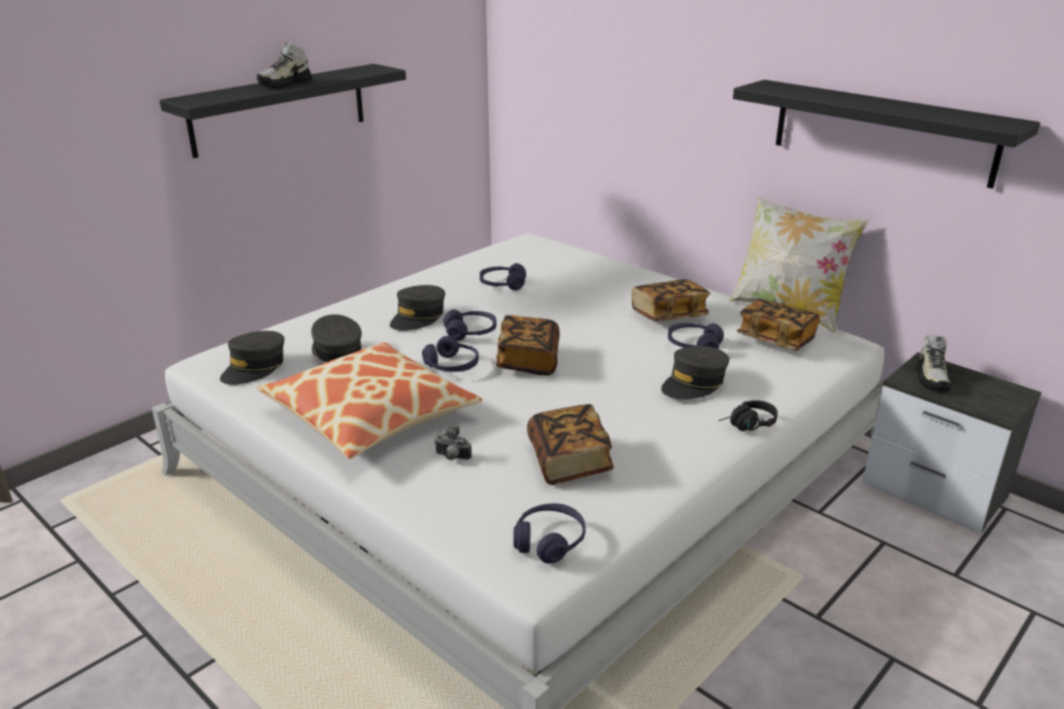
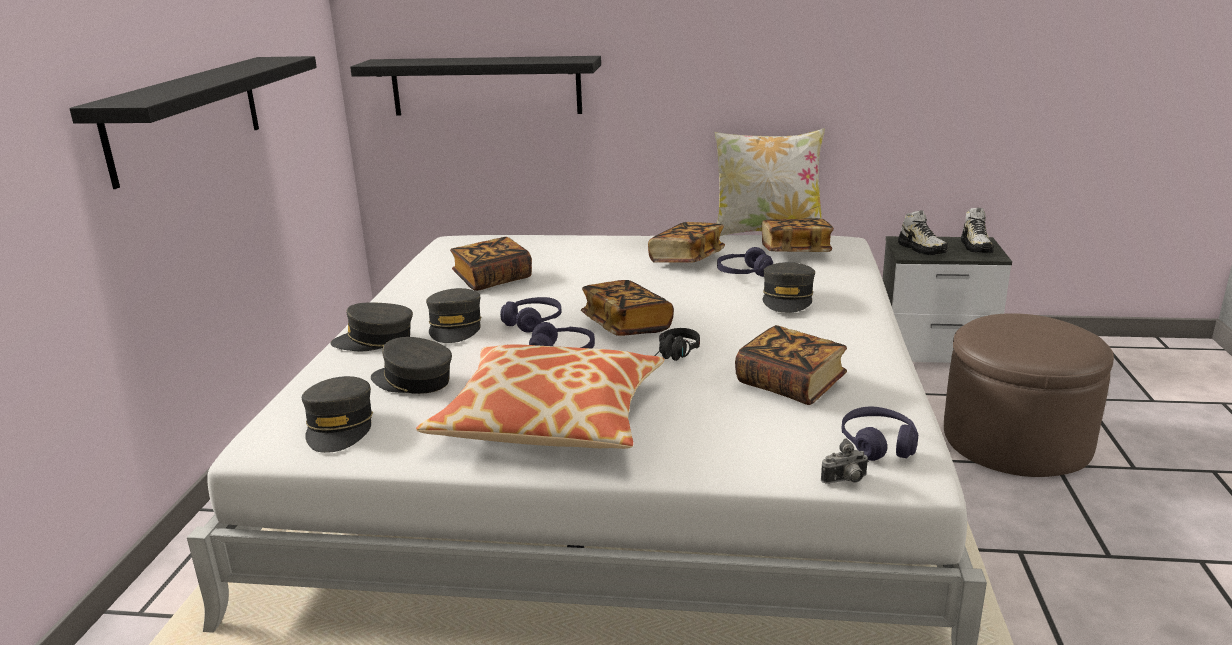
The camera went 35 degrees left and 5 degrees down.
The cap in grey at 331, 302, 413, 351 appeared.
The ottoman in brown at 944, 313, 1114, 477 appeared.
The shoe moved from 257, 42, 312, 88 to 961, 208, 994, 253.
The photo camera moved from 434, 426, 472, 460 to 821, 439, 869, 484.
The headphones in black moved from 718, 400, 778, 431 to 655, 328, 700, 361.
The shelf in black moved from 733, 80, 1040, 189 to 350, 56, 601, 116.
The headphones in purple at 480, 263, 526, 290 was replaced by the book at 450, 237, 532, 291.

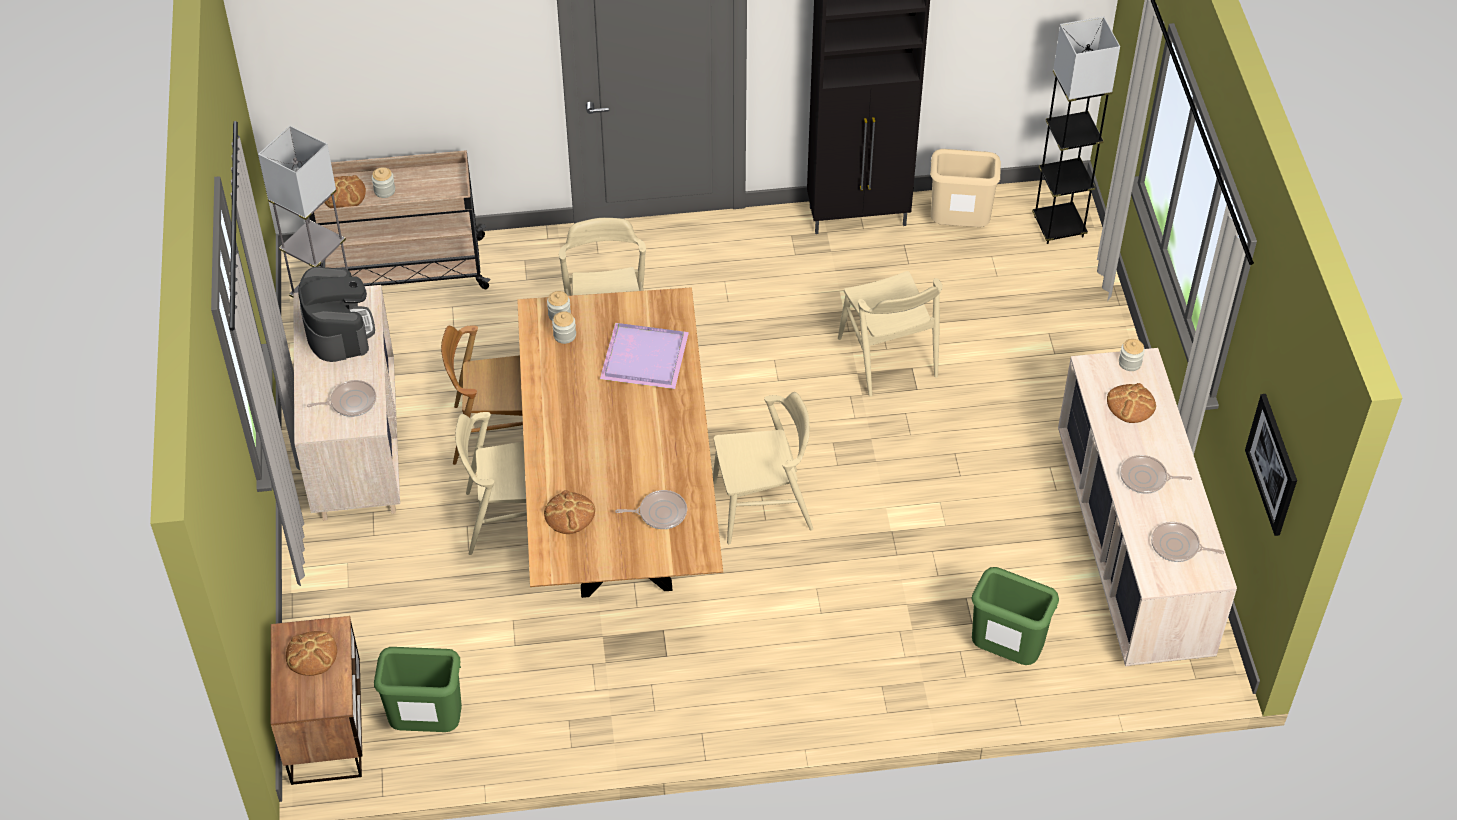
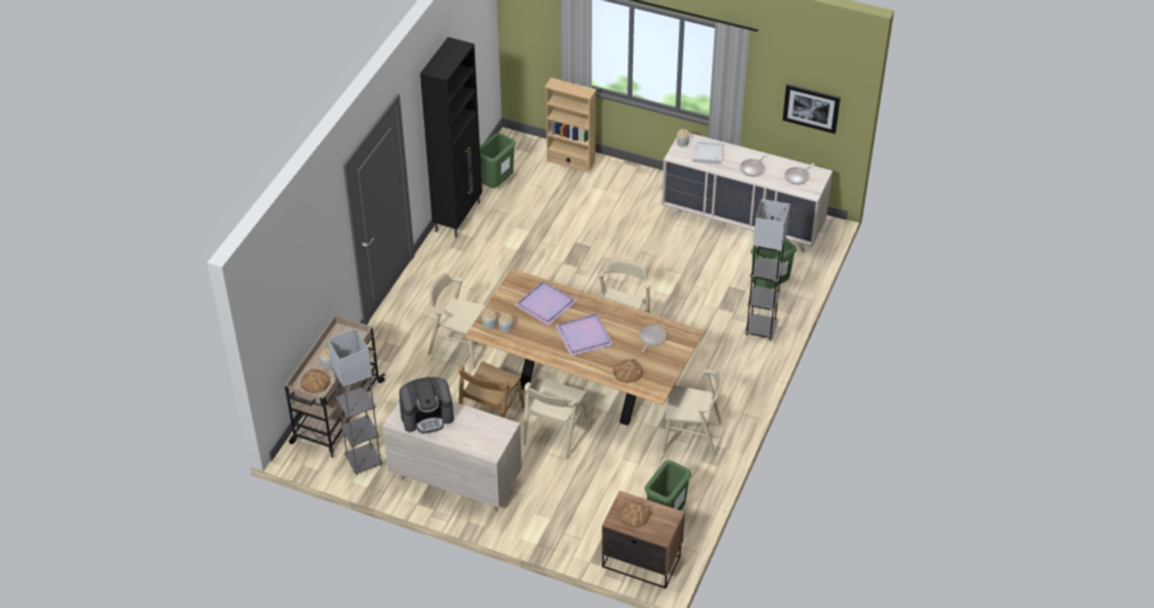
The camera went 60 degrees left and 5 degrees down.
The frying pan at 307, 380, 376, 417 disappeared.
The bookcase in beige at 544, 77, 597, 173 appeared.
The tray in purple at 555, 314, 614, 356 appeared.
The chair in beige moved from 838, 271, 942, 397 to 663, 369, 723, 458.
The floor lamp in grey moved from 1032, 16, 1120, 244 to 745, 199, 790, 340.
The bread at 1107, 383, 1156, 423 was replaced by the tray in white at 693, 141, 723, 164.
The trash can in beige at 930, 149, 1001, 227 became the trash can in green at 480, 133, 516, 188.
The coffee machine at 298, 267, 375, 362 turned 150 degrees clockwise.

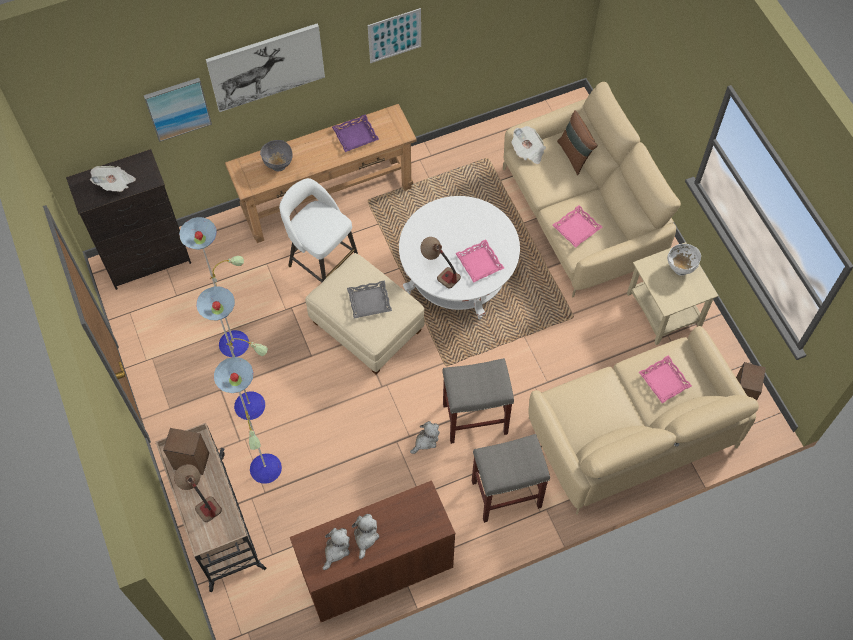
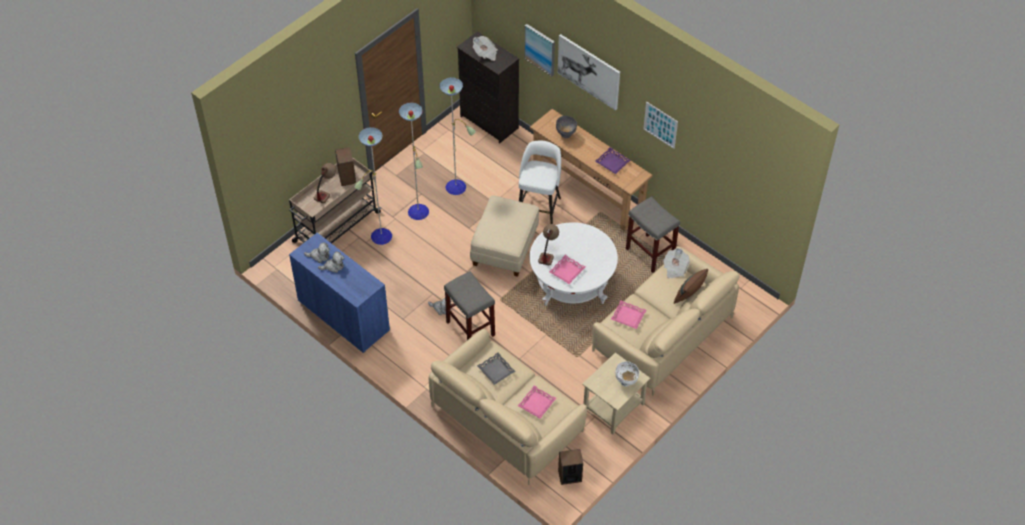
The camera went 65 degrees right and 10 degrees down.
The tray in grey moved from 347, 280, 392, 319 to 477, 353, 515, 385.
The stool in grey moved from 472, 434, 550, 523 to 626, 196, 680, 273.
The cabinet in brown at 290, 480, 455, 622 became the cabinet in blue at 289, 233, 390, 353.

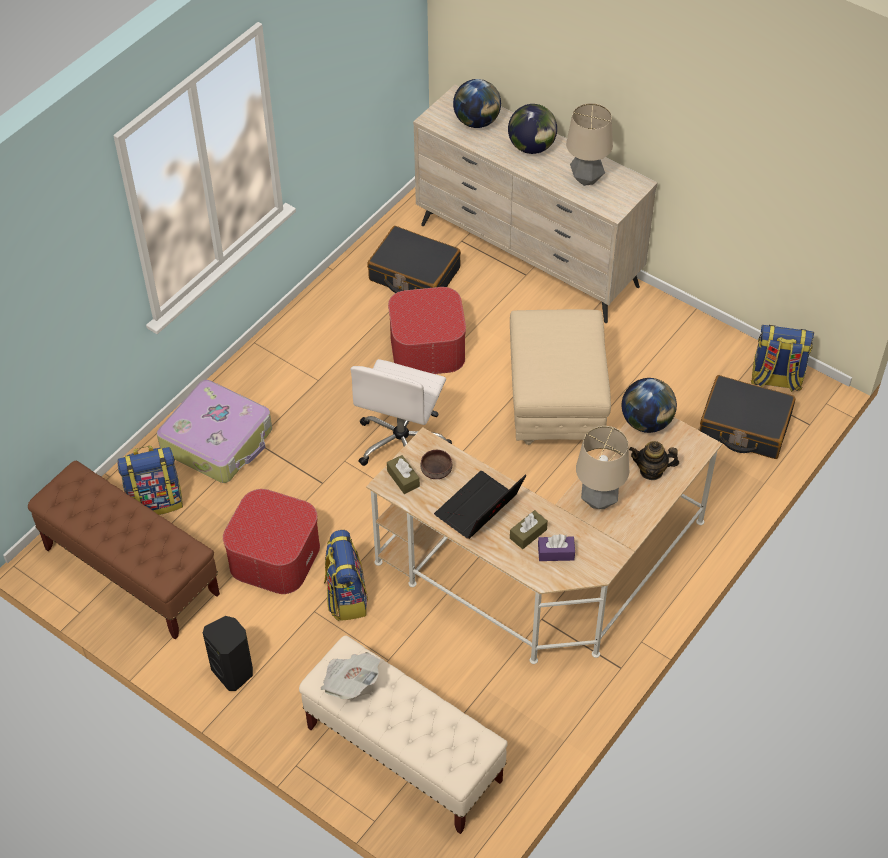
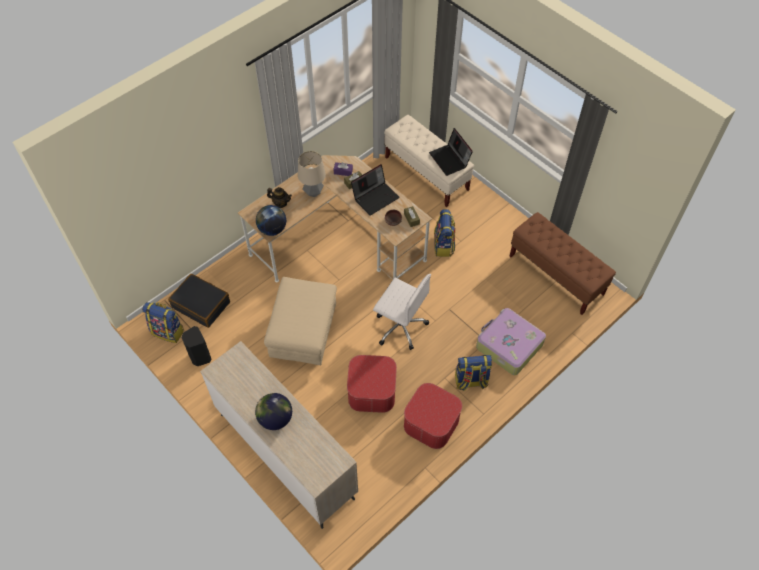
The camera went 170 degrees left and 5 degrees up.
The suitcase in black at 367, 226, 461, 293 disappeared.
The globe at 453, 79, 501, 128 disappeared.
The table lamp at 566, 103, 613, 186 disappeared.
The backpack moved from 117, 446, 183, 515 to 455, 355, 492, 391.
The speaker in black moved from 203, 616, 253, 691 to 182, 326, 212, 366.
The ottoman moved from 223, 489, 320, 594 to 404, 383, 462, 449.
The newspaper at 320, 652, 380, 699 was replaced by the laptop at 429, 128, 473, 176.
The office chair in white at 350, 359, 452, 466 turned 90 degrees clockwise.

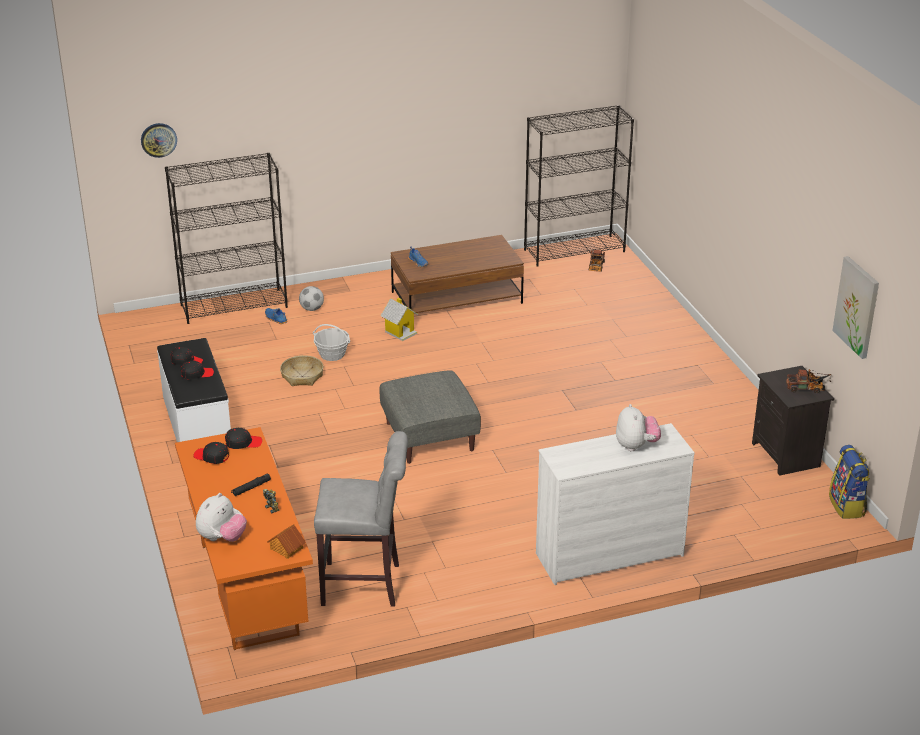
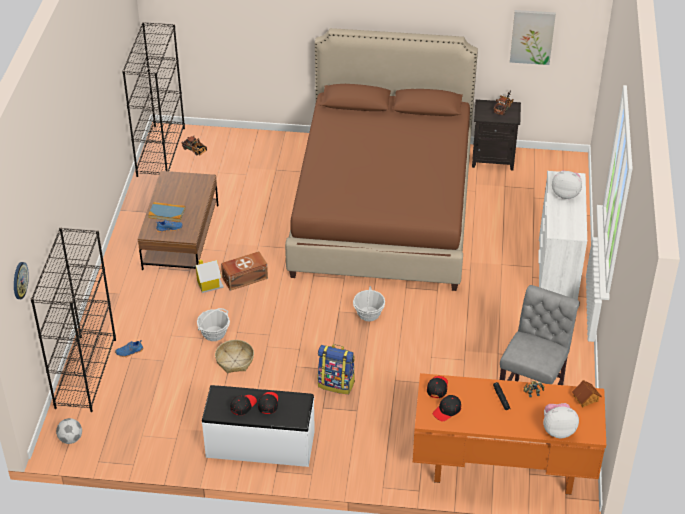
The camera went 65 degrees left and 10 degrees up.
The book at 148, 202, 185, 222 appeared.
The storage box in brown at 221, 251, 268, 291 appeared.
The bed in brown at 285, 28, 478, 291 appeared.
The football moved from 299, 286, 324, 311 to 56, 418, 82, 444.
The backpack moved from 829, 445, 870, 519 to 318, 344, 355, 394.
The ottoman in grey at 380, 371, 481, 464 was replaced by the basket at 353, 286, 385, 321.
The plush toy at 196, 493, 247, 542 turned 60 degrees counterclockwise.

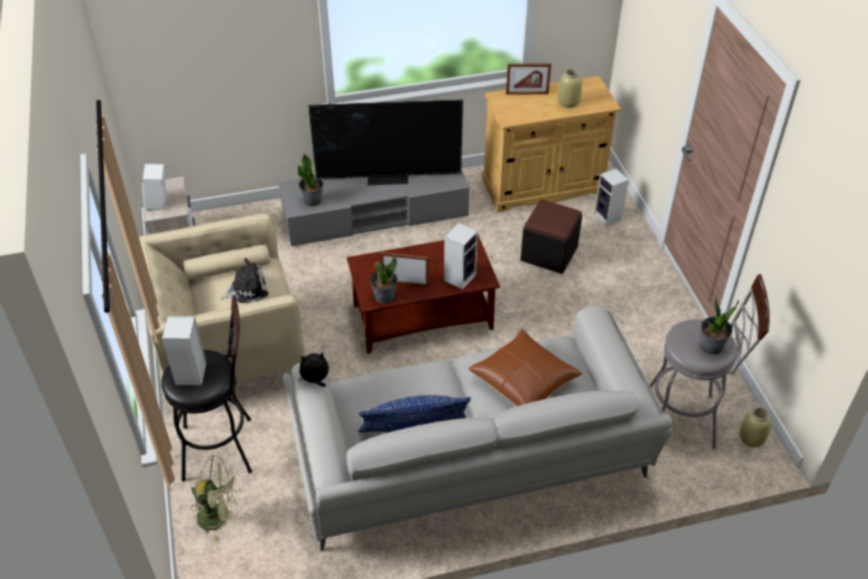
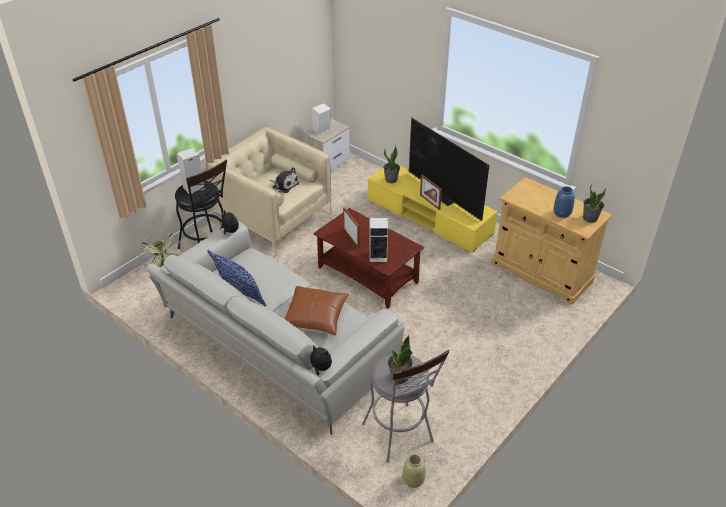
The camera went 55 degrees right and 5 degrees down.
The ottoman in black at 520, 199, 582, 274 disappeared.
The speaker at 594, 168, 629, 226 disappeared.
The plush toy at 307, 345, 332, 375 appeared.
The potted plant moved from 370, 255, 398, 304 to 583, 184, 606, 223.
The picture frame moved from 506, 64, 551, 94 to 420, 175, 442, 210.
The tv stand in grey at 279, 169, 469, 246 became the tv stand in yellow at 368, 165, 498, 253.
The vase in beige at 558, 69, 582, 108 became the vase in blue at 554, 186, 575, 218.

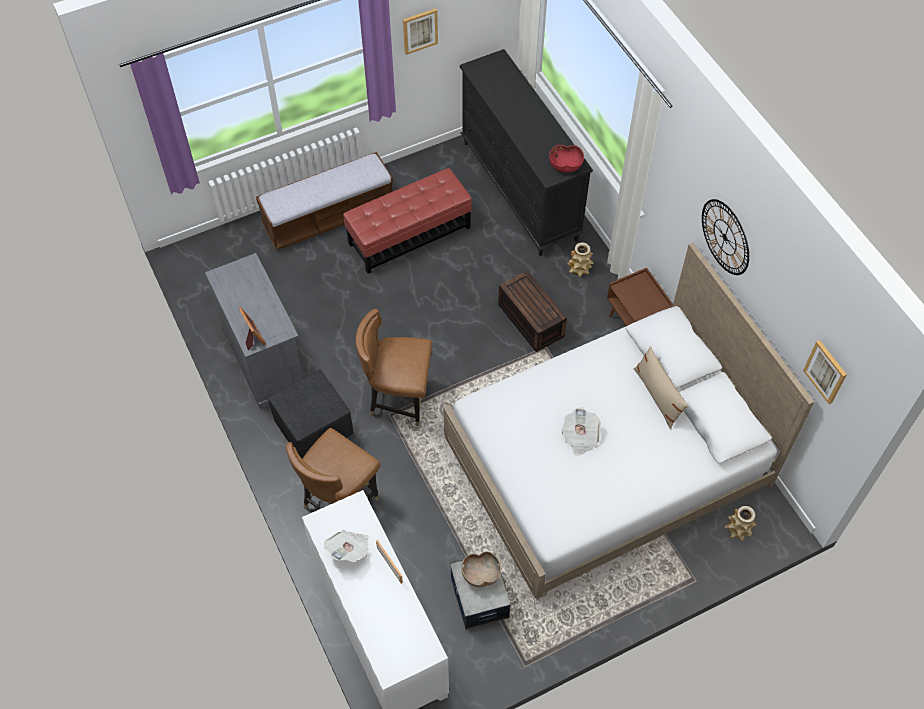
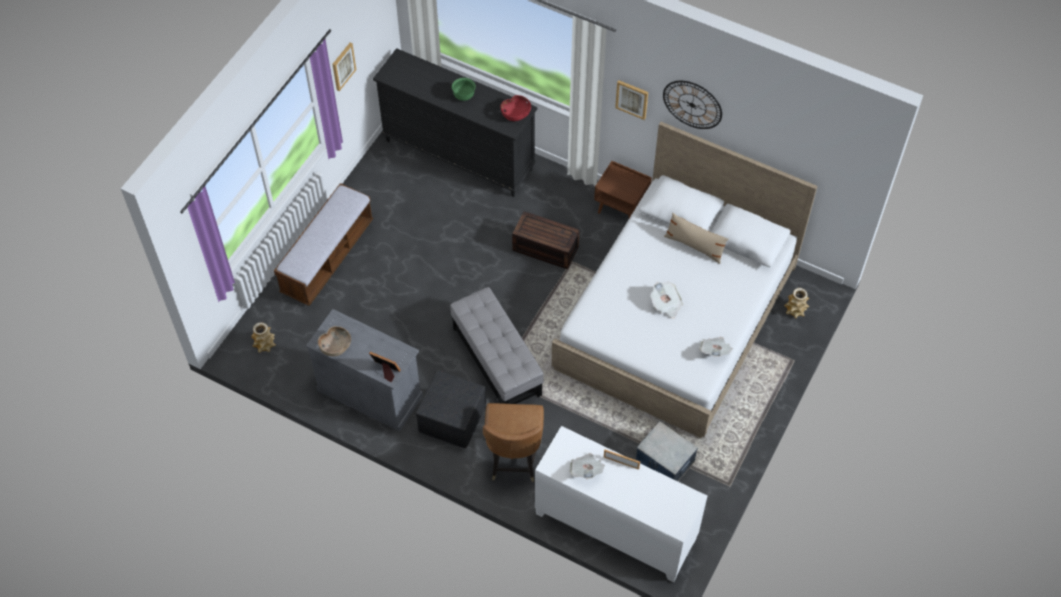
The camera went 35 degrees left and 0 degrees up.
The ottoman in red at 343, 168, 472, 274 disappeared.
The bowl in green at 452, 78, 476, 101 appeared.
The newspaper at 699, 337, 733, 357 appeared.
The bowl in brown moved from 461, 551, 501, 587 to 318, 326, 351, 357.
The vase moved from 567, 242, 593, 277 to 251, 322, 276, 353.
The picture moved from 803, 340, 847, 404 to 615, 80, 648, 120.
The chair in brown at 356, 309, 432, 426 was replaced by the ottoman in grey at 450, 287, 544, 404.

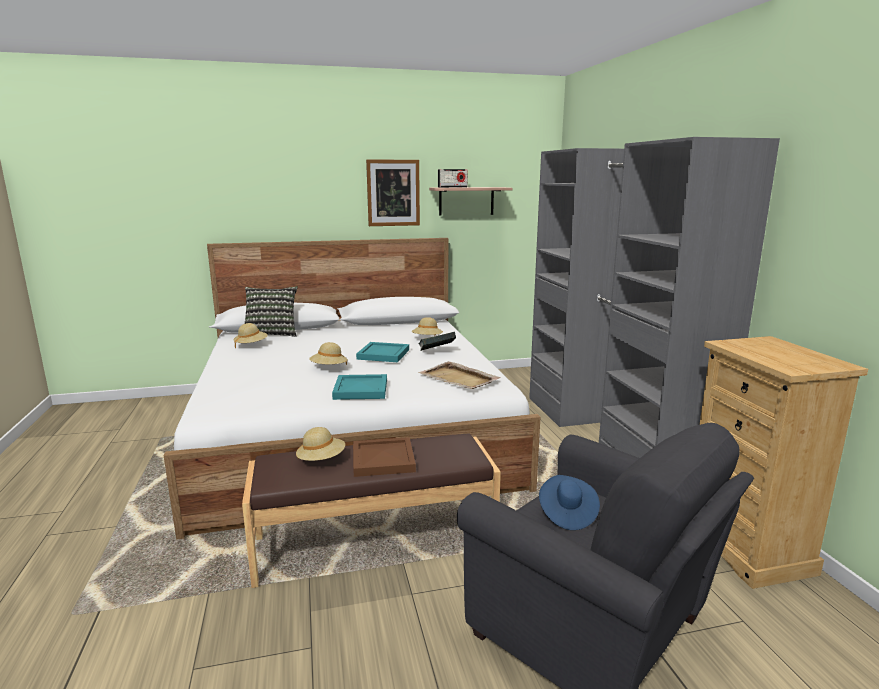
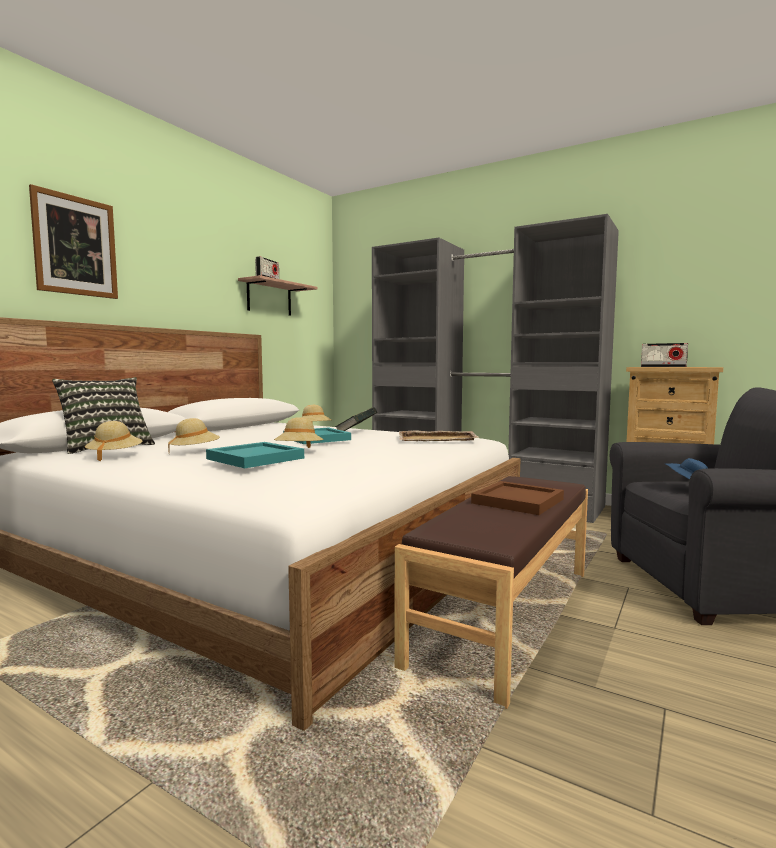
The camera went 45 degrees left and 10 degrees down.
The radio at 641, 343, 688, 367 appeared.
The hat in beige moved from 296, 427, 345, 461 to 168, 418, 220, 454.
The tray in turquoise moved from 332, 374, 387, 400 to 206, 442, 304, 468.
The picture moved from 366, 159, 420, 226 to 29, 184, 118, 299.

